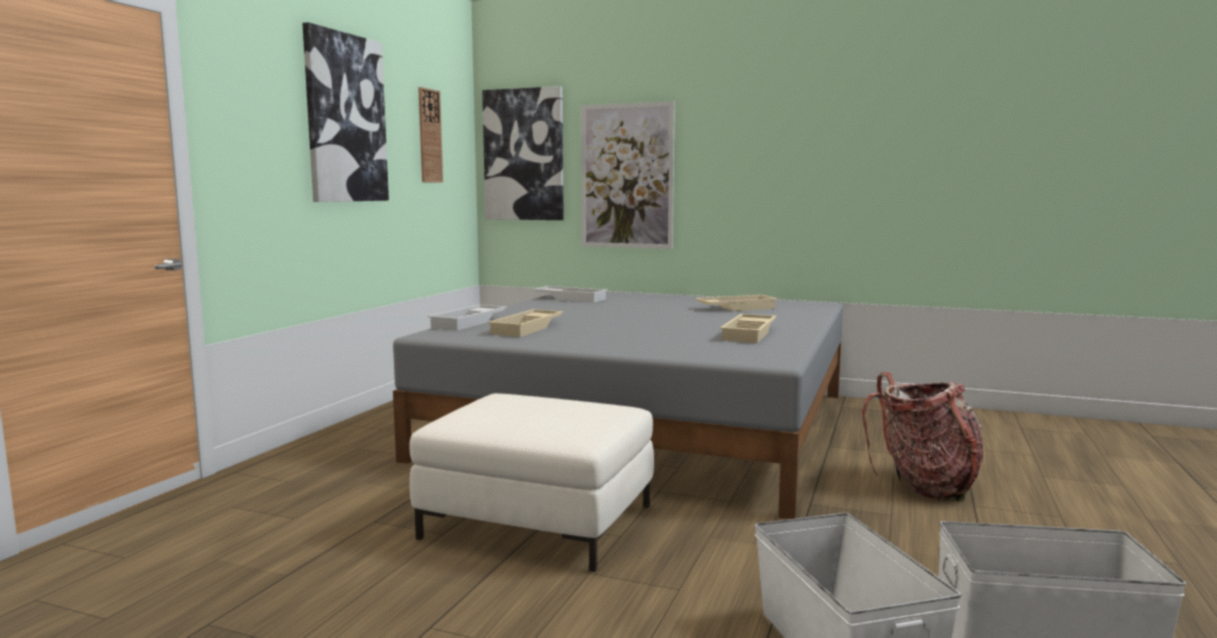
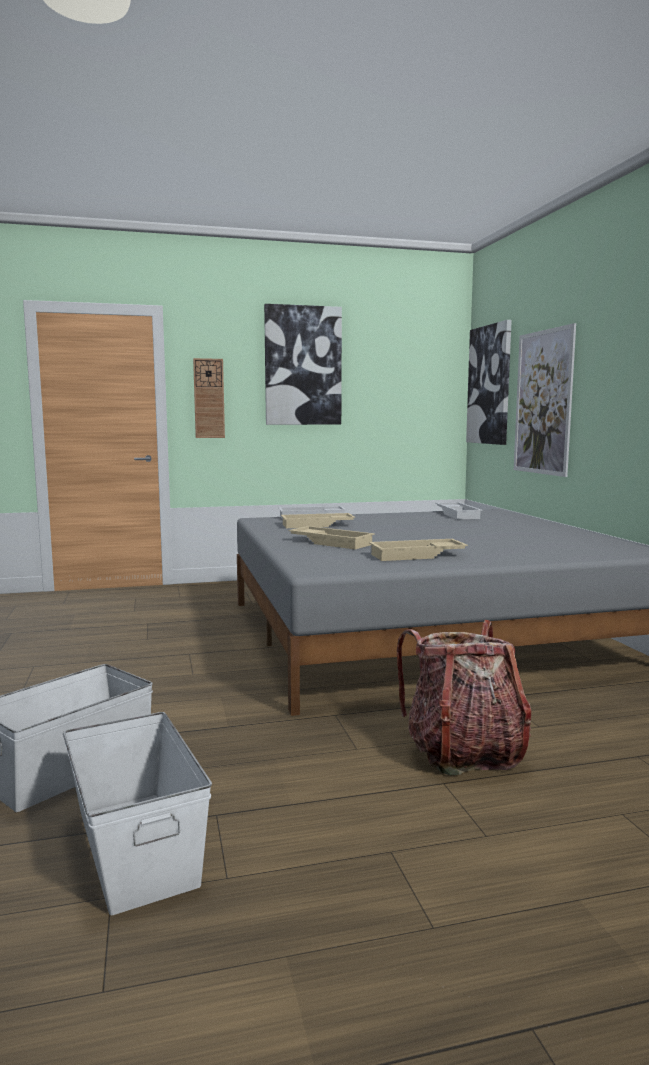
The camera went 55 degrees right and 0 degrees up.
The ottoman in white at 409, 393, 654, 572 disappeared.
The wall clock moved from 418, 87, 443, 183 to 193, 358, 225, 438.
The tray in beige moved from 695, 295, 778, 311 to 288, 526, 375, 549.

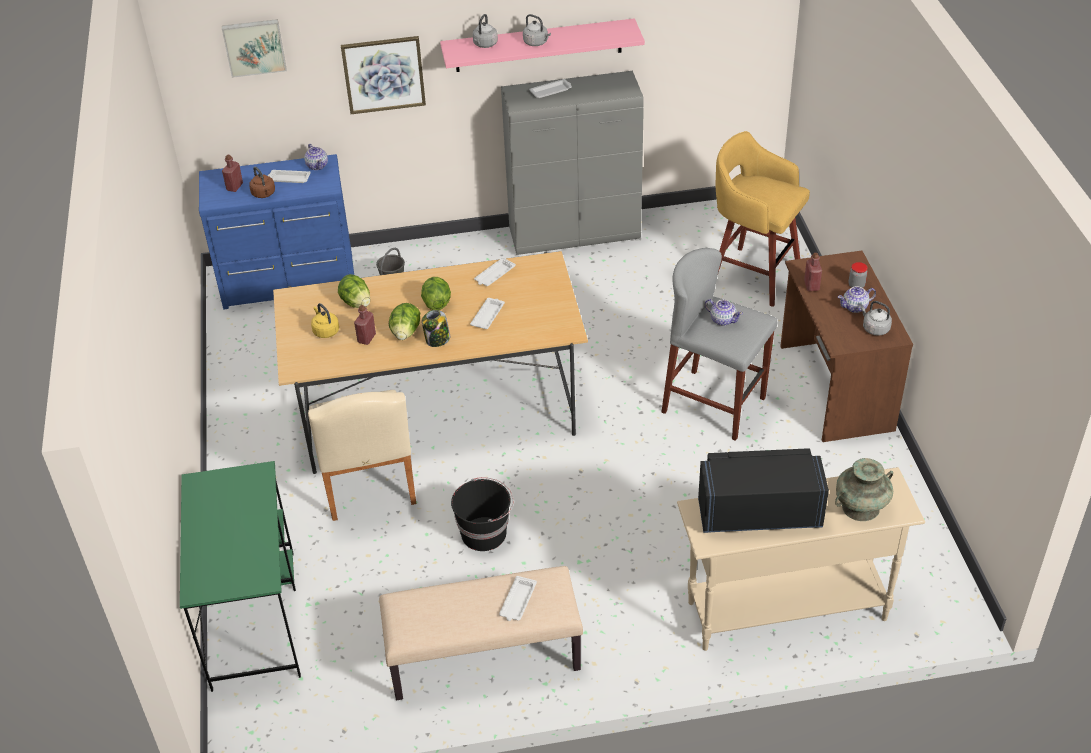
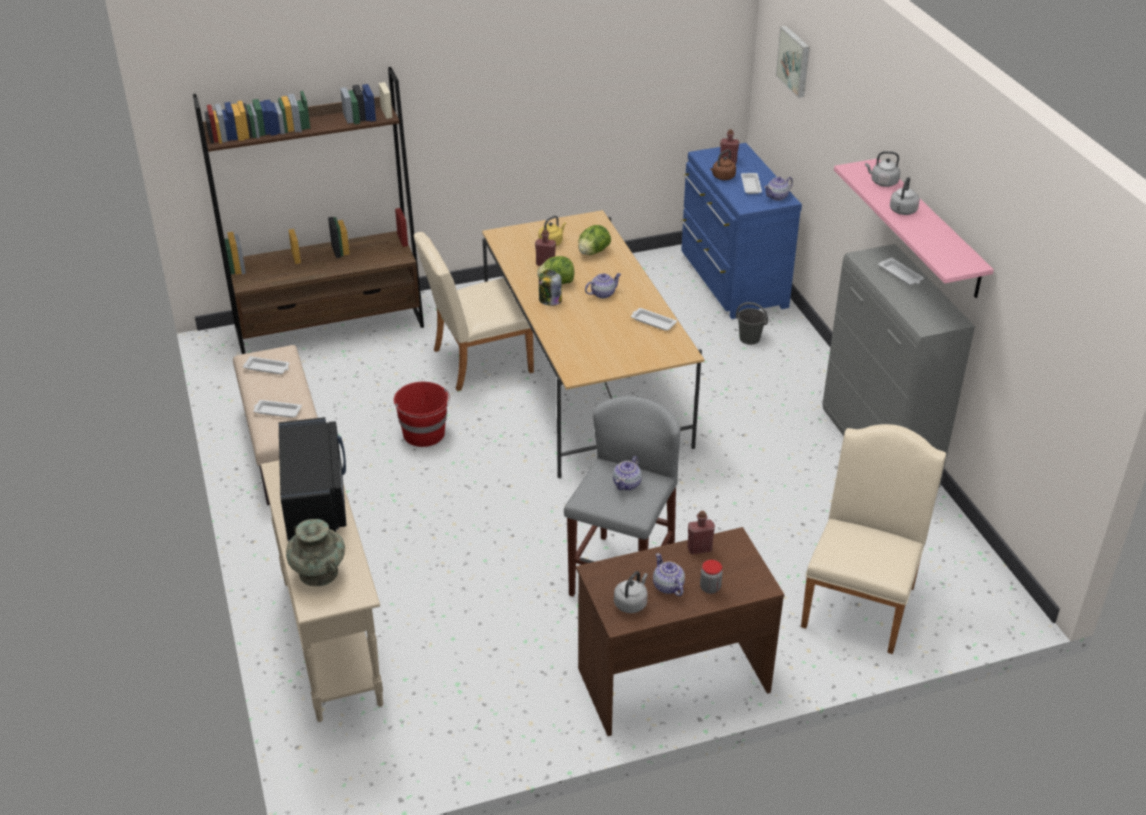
The camera went 80 degrees right and 5 degrees down.
The picture at 341, 36, 426, 114 disappeared.
The tray in white moved from 470, 298, 505, 329 to 243, 356, 290, 374.
The desk in green at 180, 461, 301, 692 was replaced by the bookcase in brown at 193, 67, 424, 354.
The lettuce at 421, 277, 451, 310 was replaced by the teapot at 585, 273, 621, 299.
The stool in yellow at 716, 131, 810, 307 was replaced by the chair in beige at 801, 424, 946, 654.
The bucket in black at 451, 477, 513, 551 became the bucket in red at 394, 382, 450, 447.

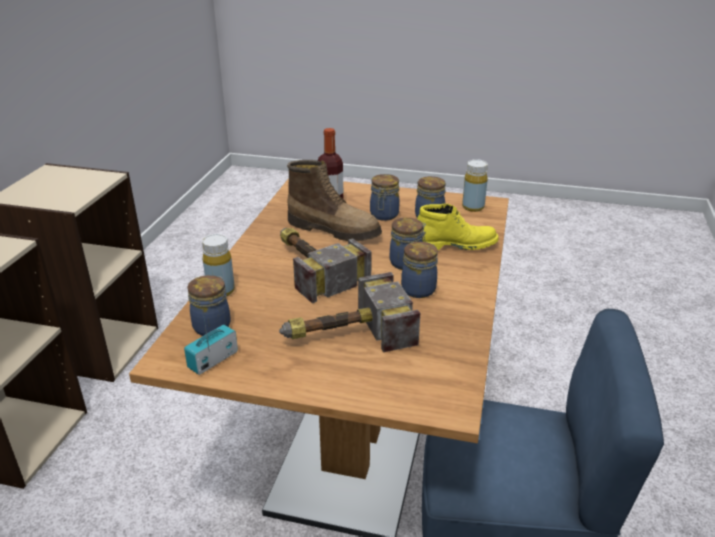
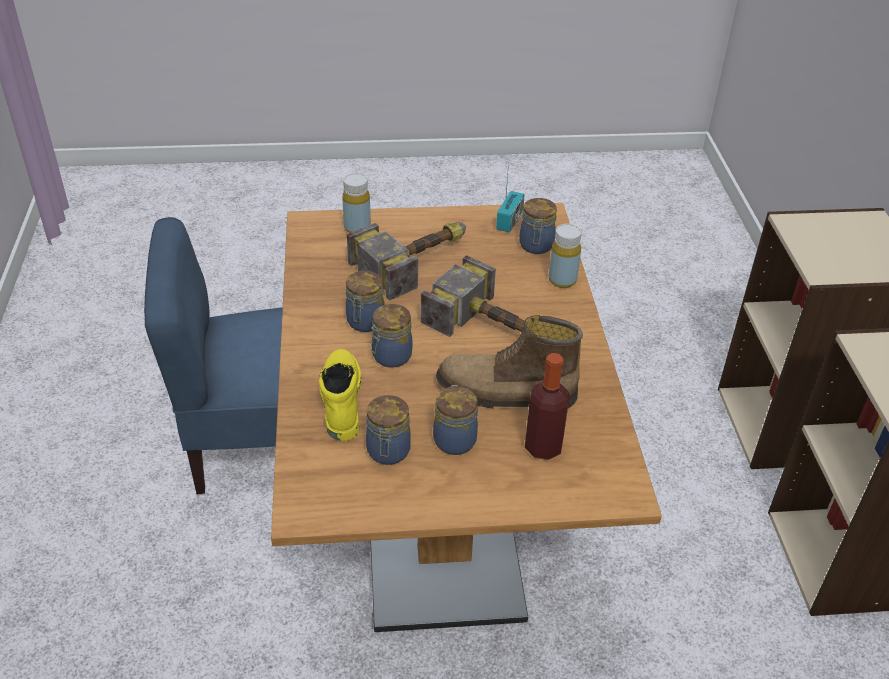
The camera went 160 degrees right and 10 degrees up.
The bottle in yellow moved from 462, 159, 488, 212 to 342, 173, 371, 233.
The boot in yellow at 417, 203, 499, 250 turned 105 degrees clockwise.

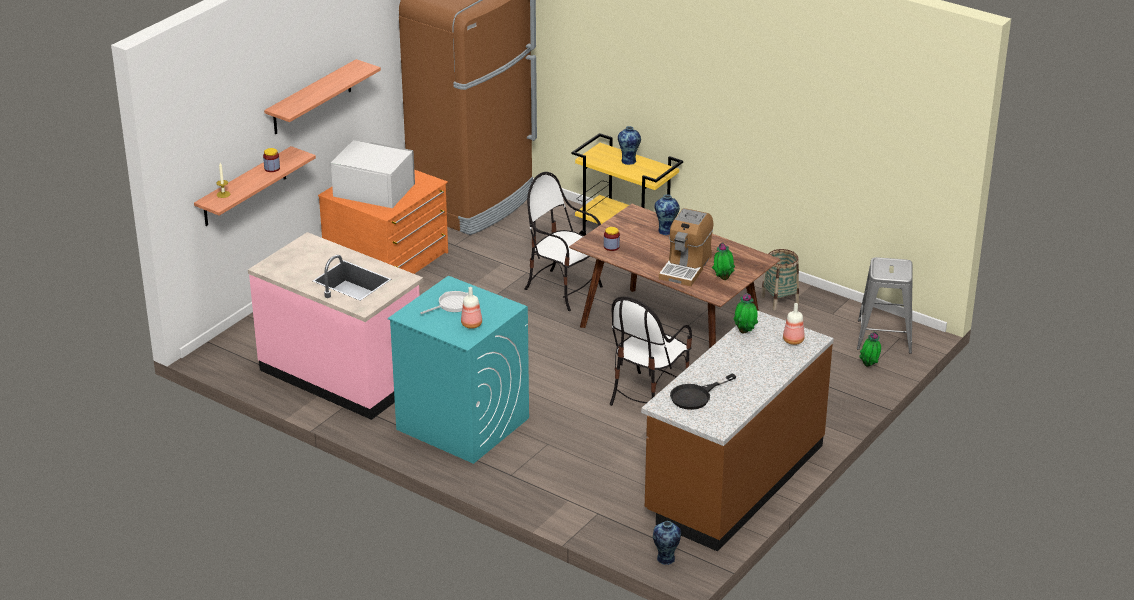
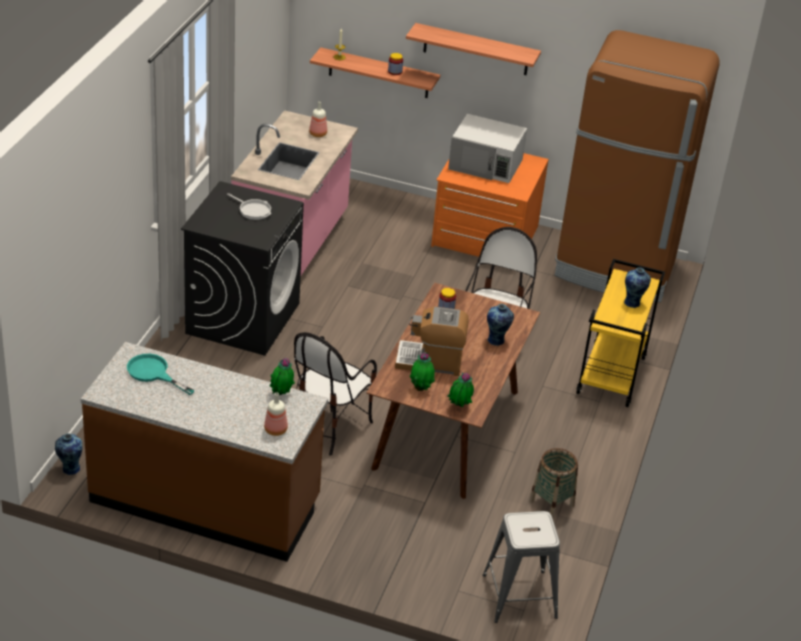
The camera went 70 degrees right and 5 degrees up.
The bottle moved from 461, 287, 482, 329 to 309, 101, 327, 137.
The potted plant moved from 859, 331, 881, 367 to 447, 372, 474, 407.
The washing machine in turquoise at 388, 276, 529, 464 became the washing machine in black at 181, 181, 304, 355.
The frying pan in black at 670, 374, 736, 410 became the frying pan in turquoise at 127, 354, 195, 395.
The microwave in white at 331, 140, 415, 208 turned 105 degrees clockwise.
The chair at 609, 296, 692, 406 turned 75 degrees counterclockwise.

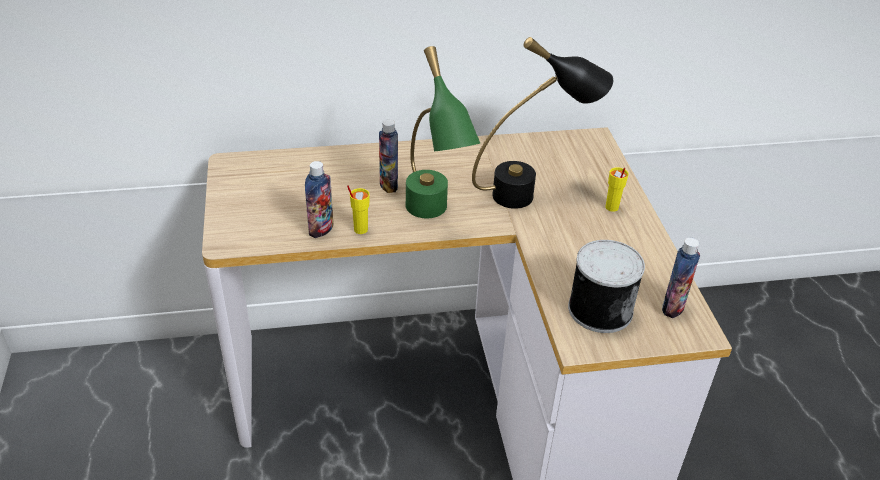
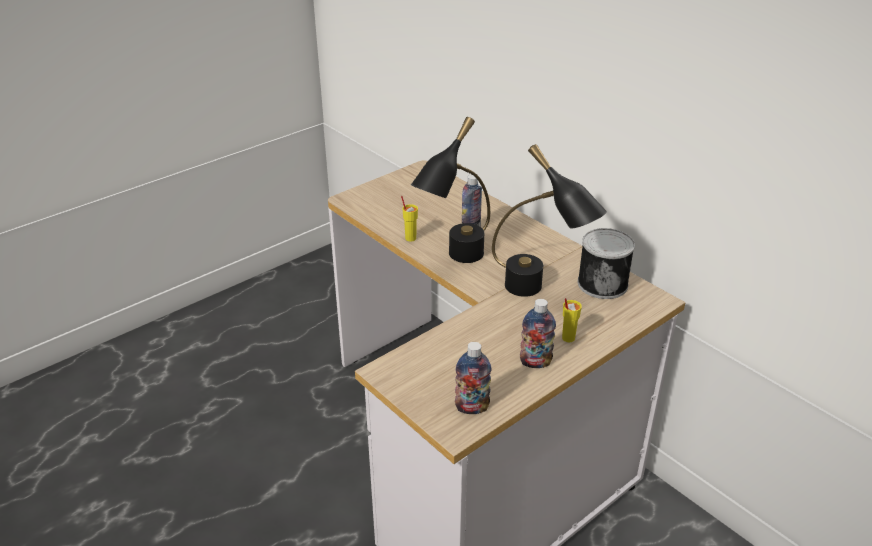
The camera went 60 degrees right and 5 degrees down.
The bottle moved from 305, 161, 333, 238 to 520, 299, 556, 368.
The can moved from 568, 240, 645, 333 to 578, 228, 635, 299.
The table lamp in green at 405, 46, 480, 218 became the table lamp in black at 411, 117, 490, 263.

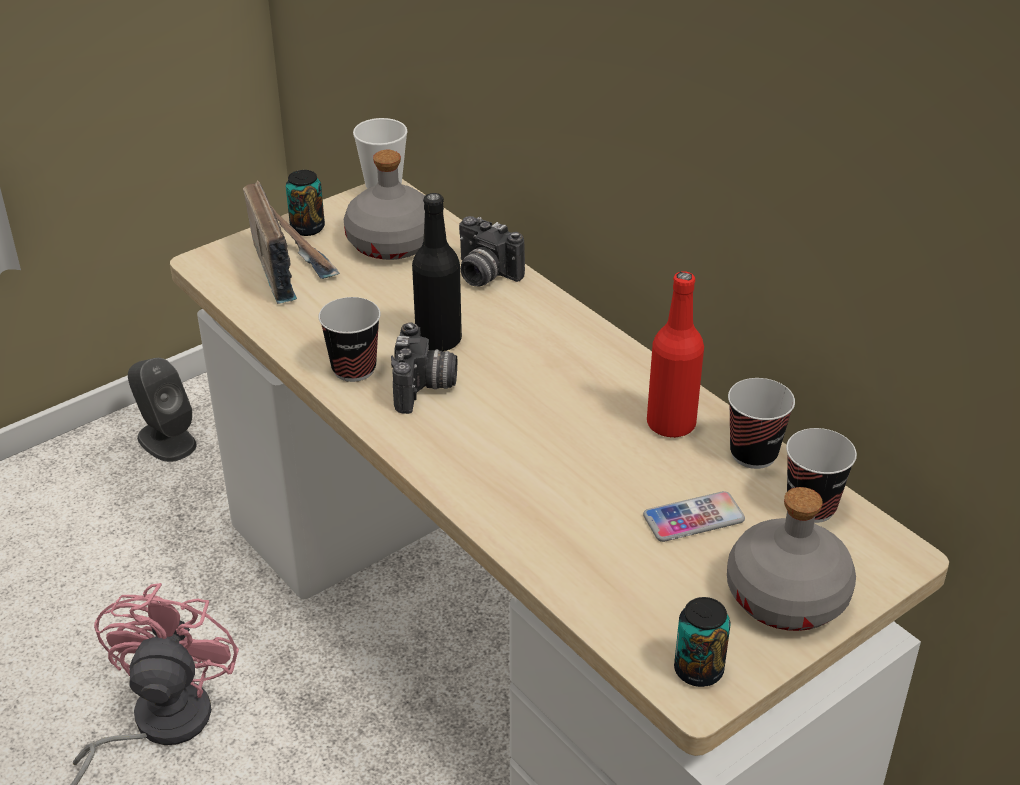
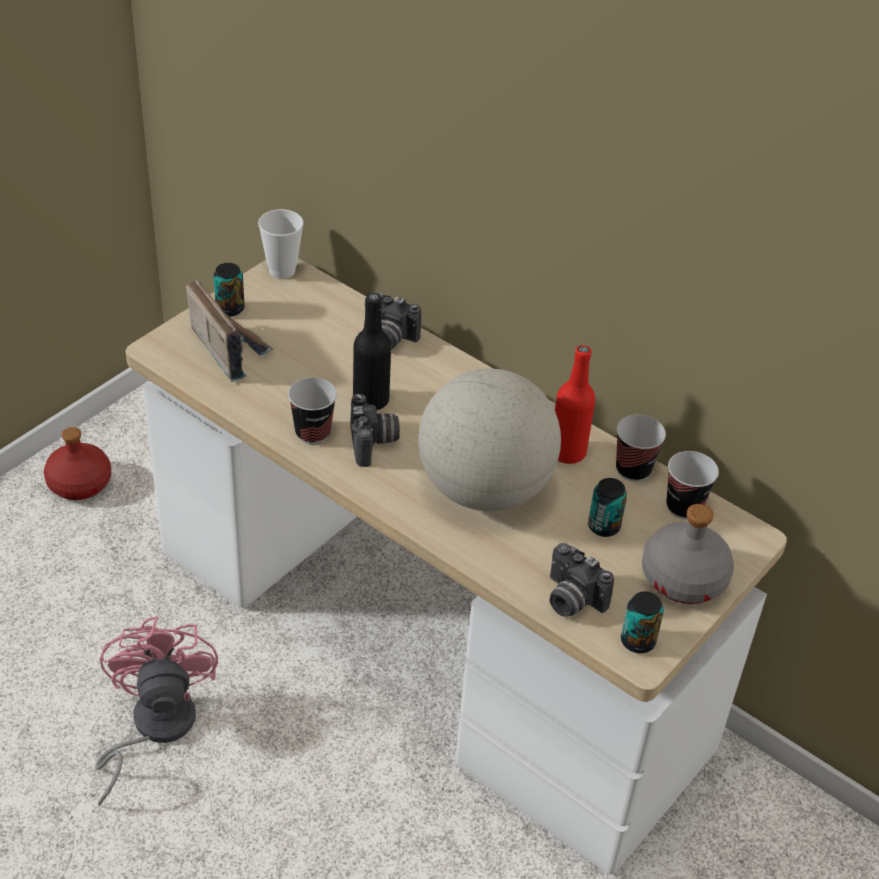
The camera went 15 degrees left and 5 degrees up.
The bottle in grey at 344, 150, 425, 260 disappeared.
The globe at 418, 368, 561, 511 appeared.
The photo camera at 550, 543, 614, 617 appeared.
The speaker in grey at 128, 358, 197, 462 was replaced by the bottle in red at 44, 427, 111, 500.
The phone at 643, 491, 745, 542 was replaced by the can at 588, 478, 627, 537.

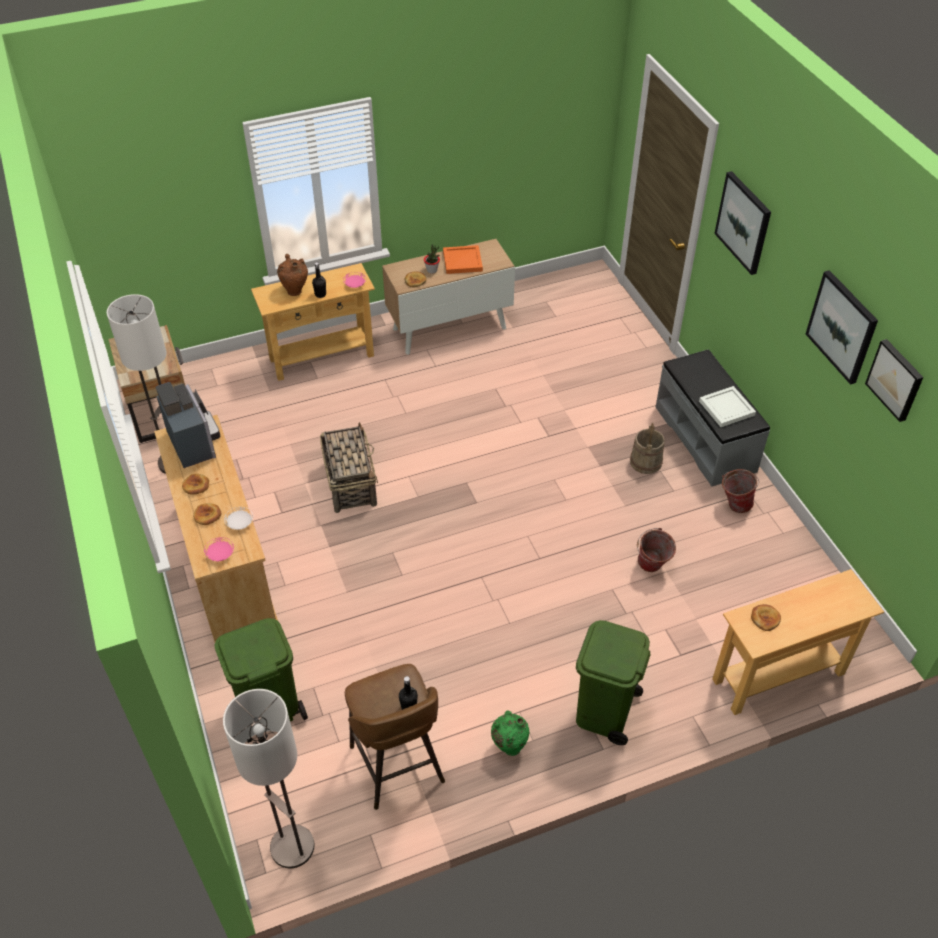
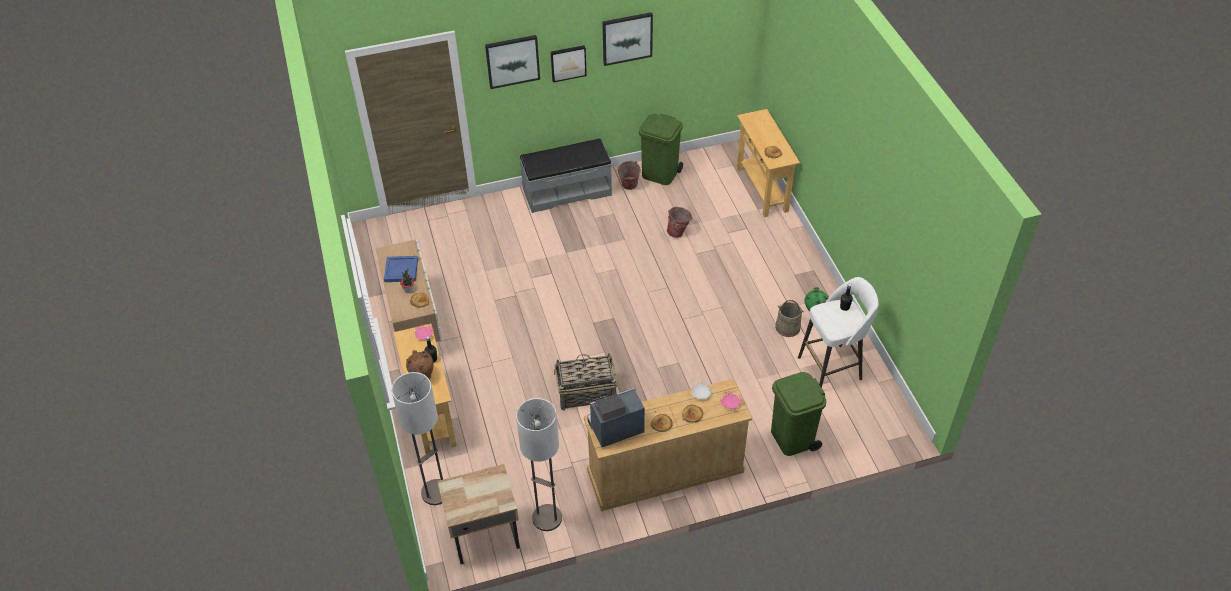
The camera went 85 degrees left and 0 degrees up.
The tray in white at 699, 386, 756, 427 disappeared.
The floor lamp moved from 223, 689, 314, 868 to 391, 372, 443, 505.
The trash can in green moved from 576, 620, 651, 745 to 639, 114, 683, 185.
The bucket in beige moved from 630, 423, 665, 474 to 775, 300, 804, 337.
The picture moved from 865, 339, 923, 422 to 551, 45, 587, 83.
The stool in brown at 345, 664, 445, 810 became the stool in white at 798, 277, 878, 388.
The tray in orange at 443, 245, 483, 274 became the tray in blue at 384, 256, 418, 282.

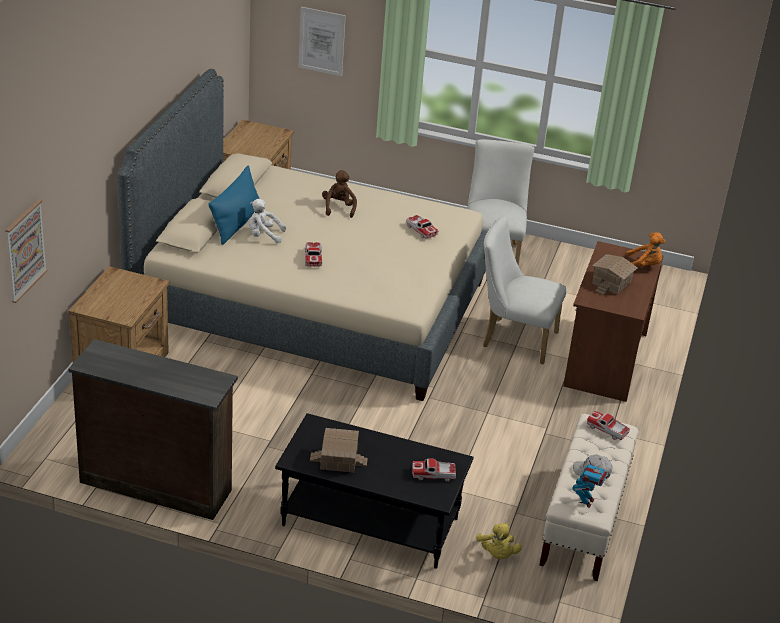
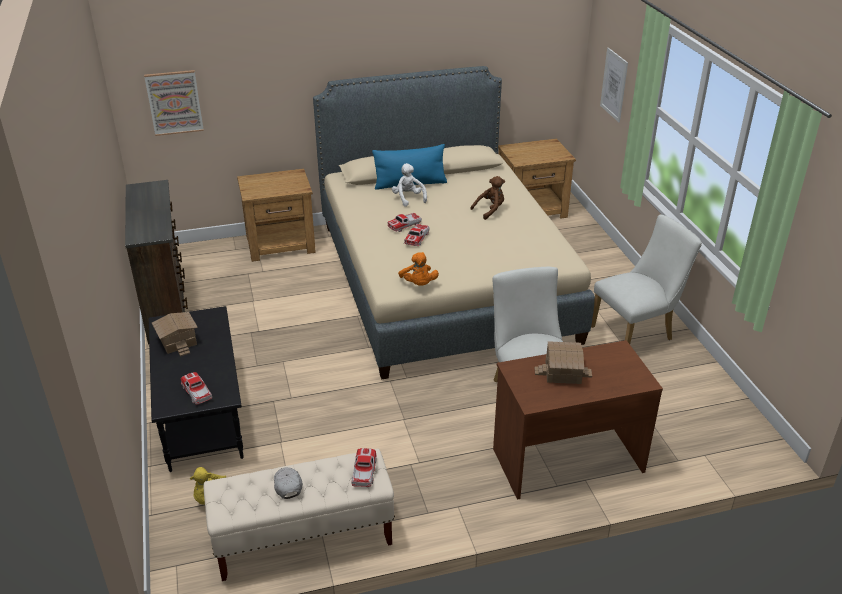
The camera went 60 degrees right and 0 degrees up.
The toy robot at 572, 455, 608, 508 disappeared.
The toy car moved from 406, 215, 438, 239 to 404, 224, 430, 246.
The plush toy in orange moved from 626, 232, 665, 267 to 398, 252, 439, 286.

